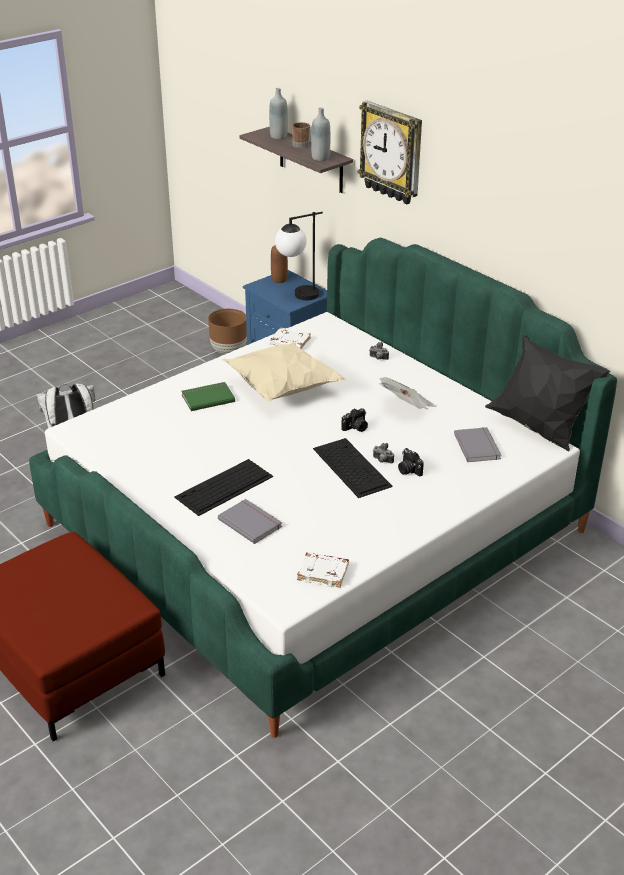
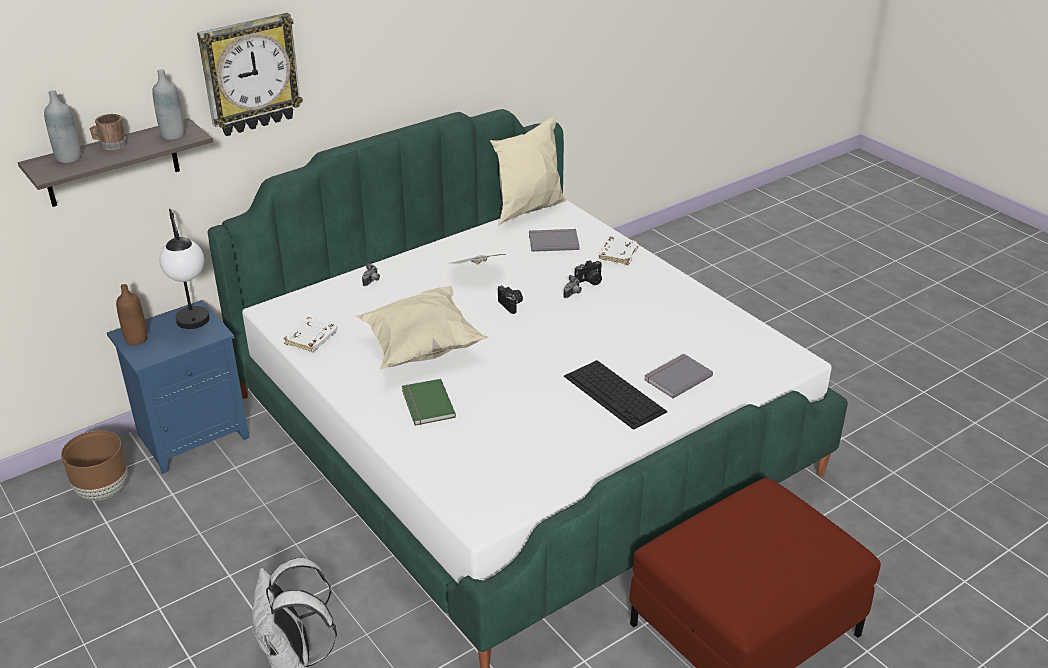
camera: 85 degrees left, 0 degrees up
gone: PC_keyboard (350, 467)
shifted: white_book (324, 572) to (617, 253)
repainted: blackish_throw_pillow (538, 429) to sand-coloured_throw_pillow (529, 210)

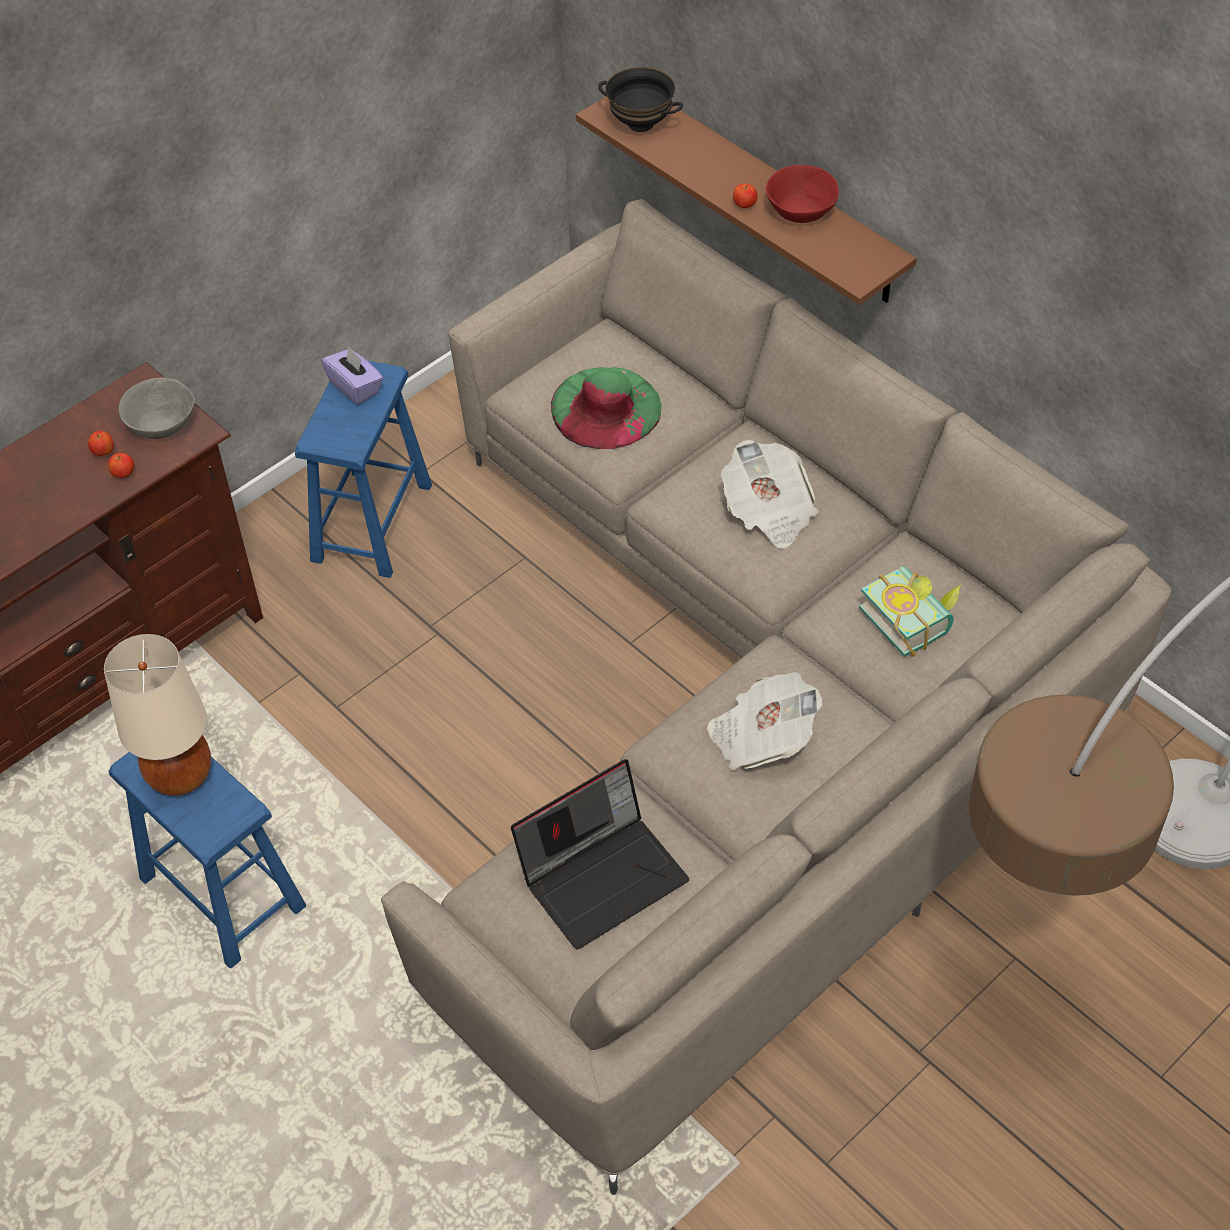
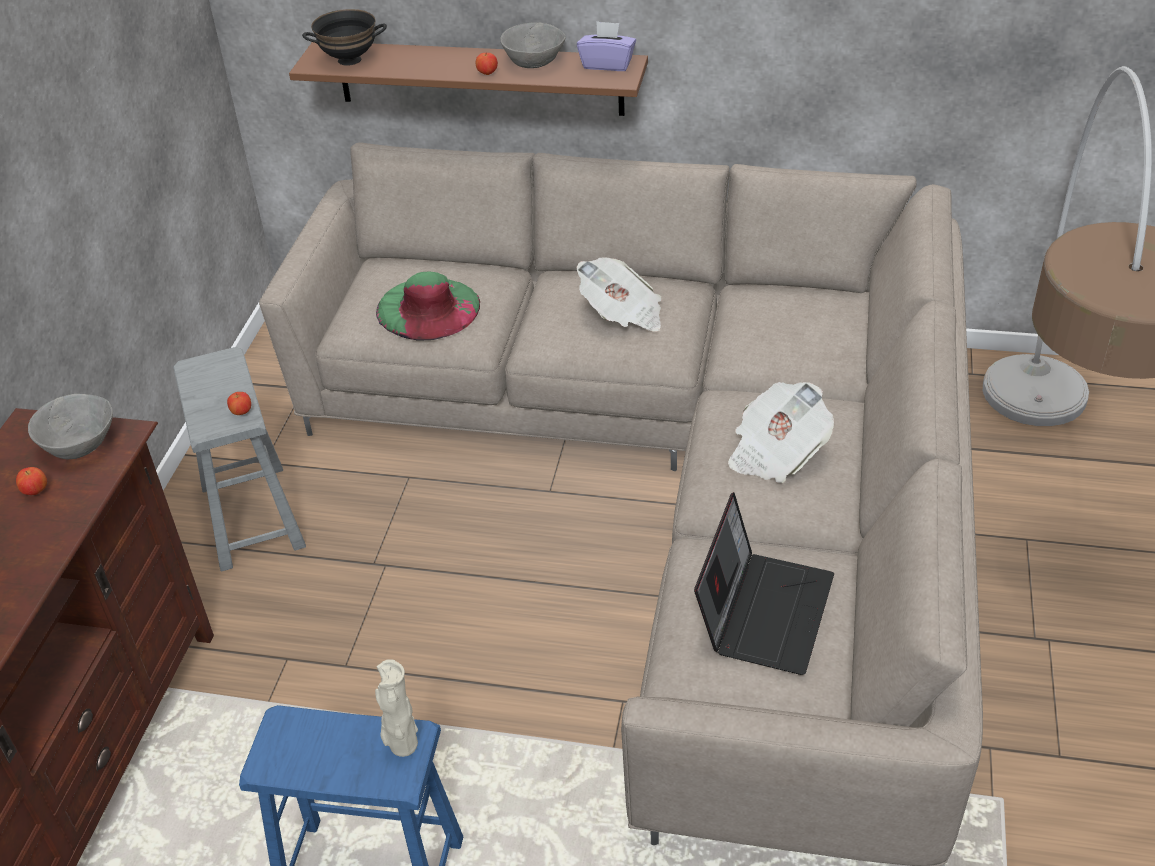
camera: 35 degrees left, 10 degrees down
gone: book (911, 619); sand-coloured_tabletop_lamp (180, 776)
new: sand-coloured_flower_vase (402, 746)
shifted: purple-coloured_tissue_holder (355, 387) to (607, 64); whole_apple (123, 474) to (241, 412)
repainted: reddish_deep_dish (799, 212) to greyish_deep_dish (533, 62); blue_stool_seat (371, 523) to greyish_stool_seat (252, 517)

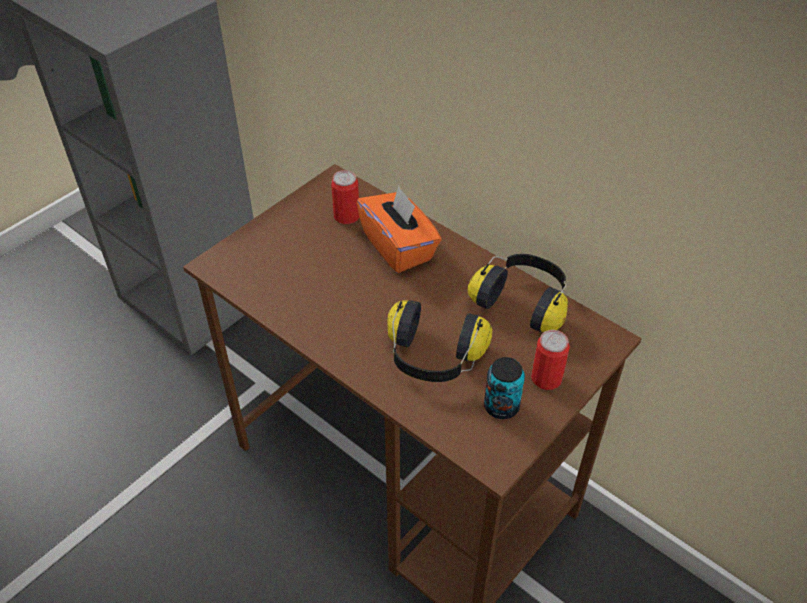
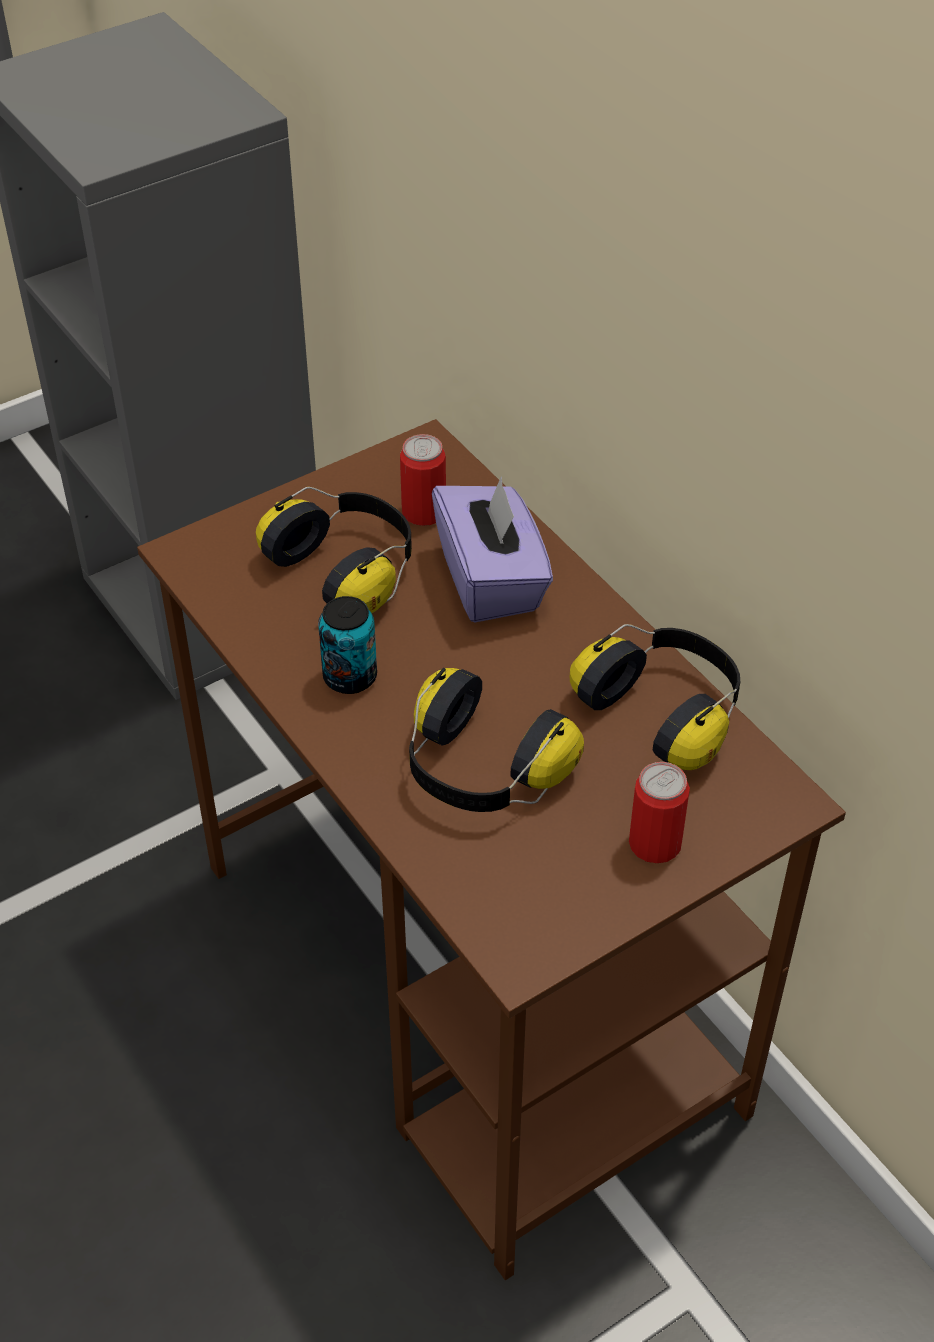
camera: 15 degrees right, 0 degrees up
new: headphones (347, 569)
shifted: can (501, 406) to (350, 677)
repainted: orange_tissue_holder (399, 247) to purple-coloured_tissue_holder (491, 580)

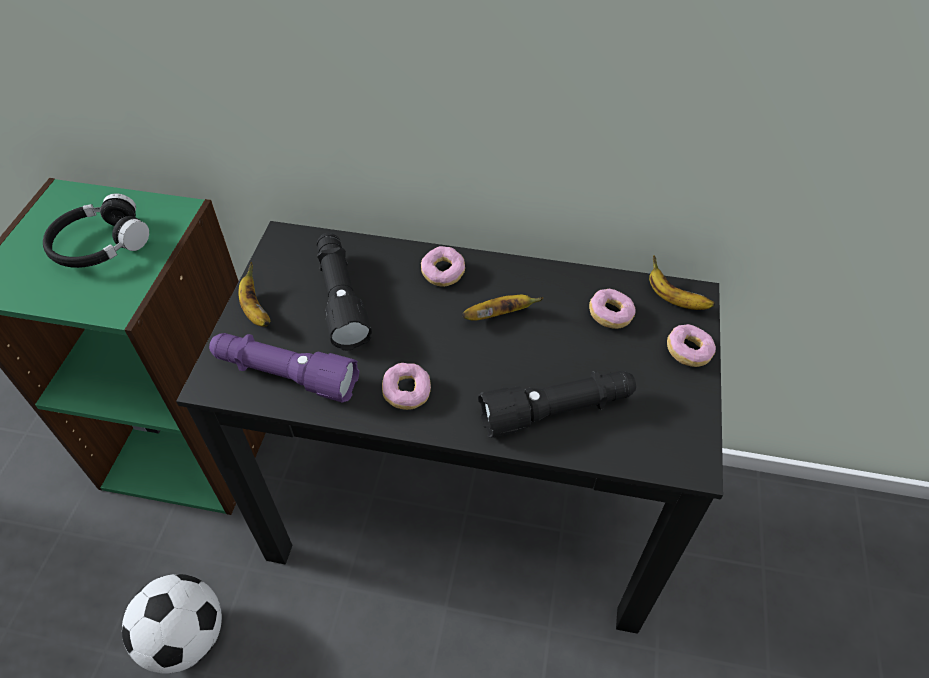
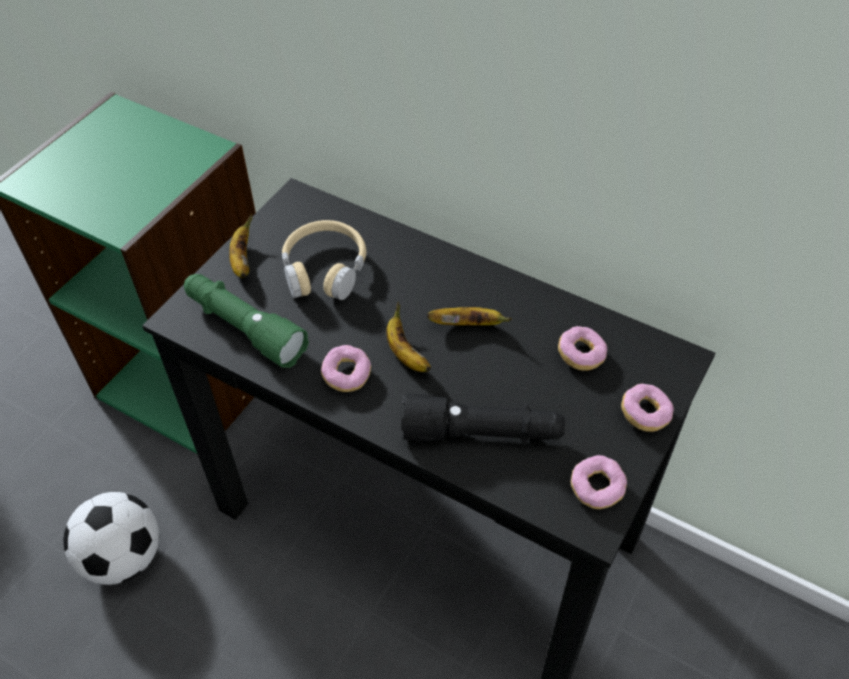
camera: 20 degrees right, 0 degrees up
gone: blackish_headphones (100, 245)
shifted: donut (443, 273) to (596, 488); banana (673, 299) to (405, 353)
swapped: blackish_hand_torch (341, 298) to sand-coloured_headphones (324, 269)
repainted: purple-coloured_hand_torch (285, 375) to green_hand_torch (244, 328)

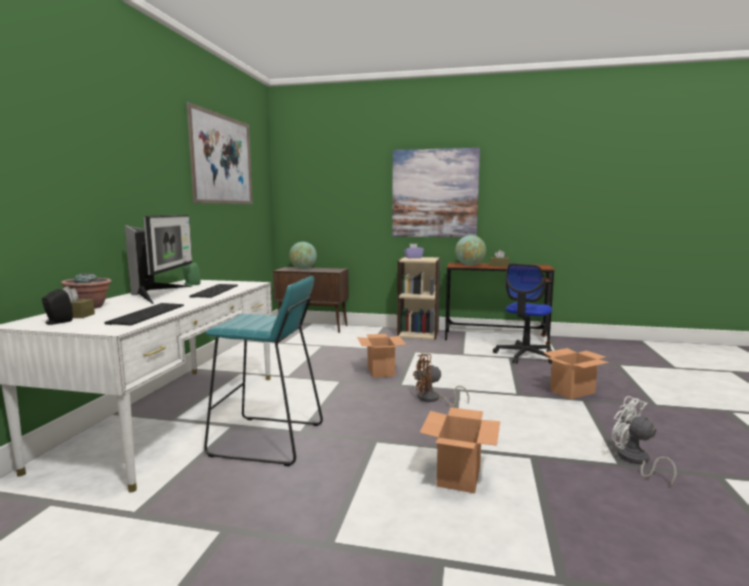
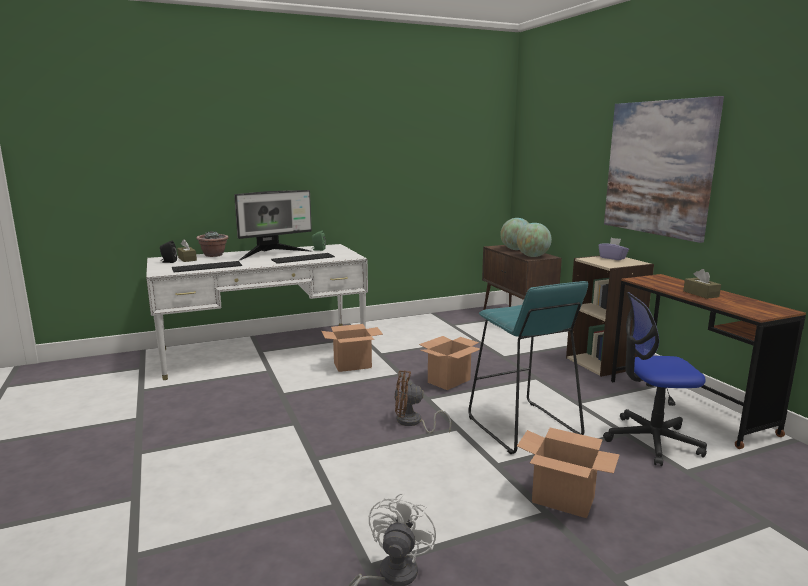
camera: 55 degrees right, 5 degrees up
gone: wall_picture (222, 159)
shifted: desk_globe (470, 265) to (532, 256); turquoise-coloured_stool_seat (268, 440) to (522, 427); packing_box (459, 475) to (353, 365)
rotated: brownish_fan (432, 399) = (413, 423) 45 degrees counterclockwise

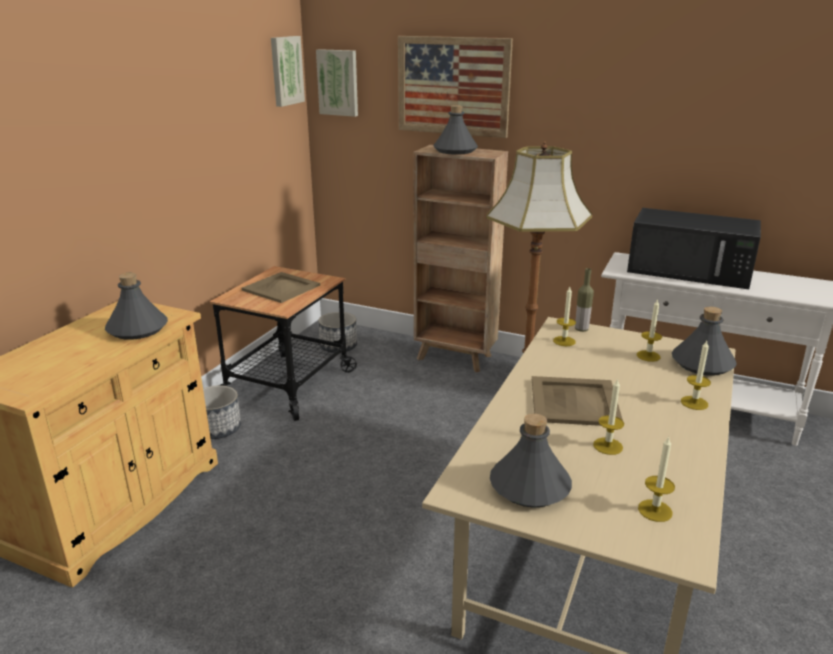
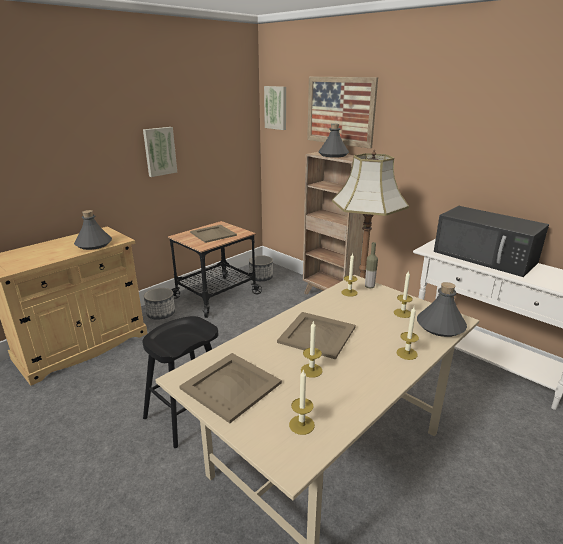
camera: 20 degrees right, 0 degrees up
new: blackish_stool_seat (187, 414)
shifted: wall_picture (285, 70) to (159, 151)
swapped: greyish_bottle (529, 486) to sand-coloured_tray (231, 385)

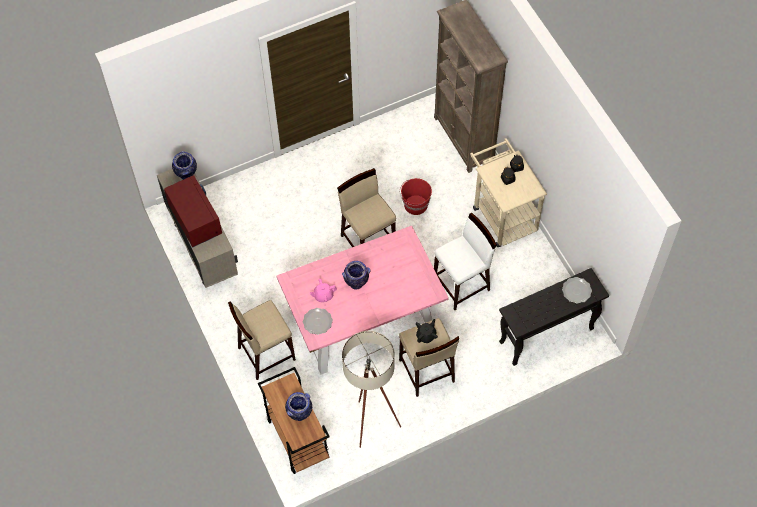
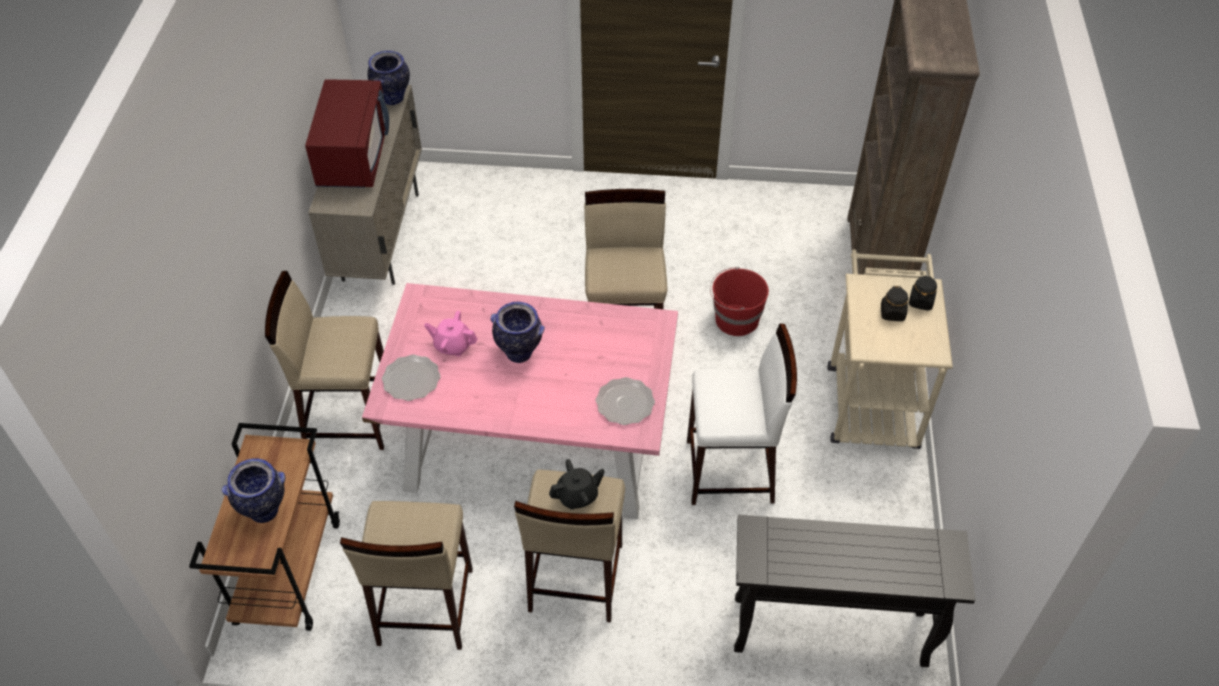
camera: 30 degrees right, 10 degrees down
shifted: flat_dish (576, 291) to (624, 403)
swapped: sand-coloured_standing_lamp (370, 420) to sand-coloured_stool_seat (424, 607)

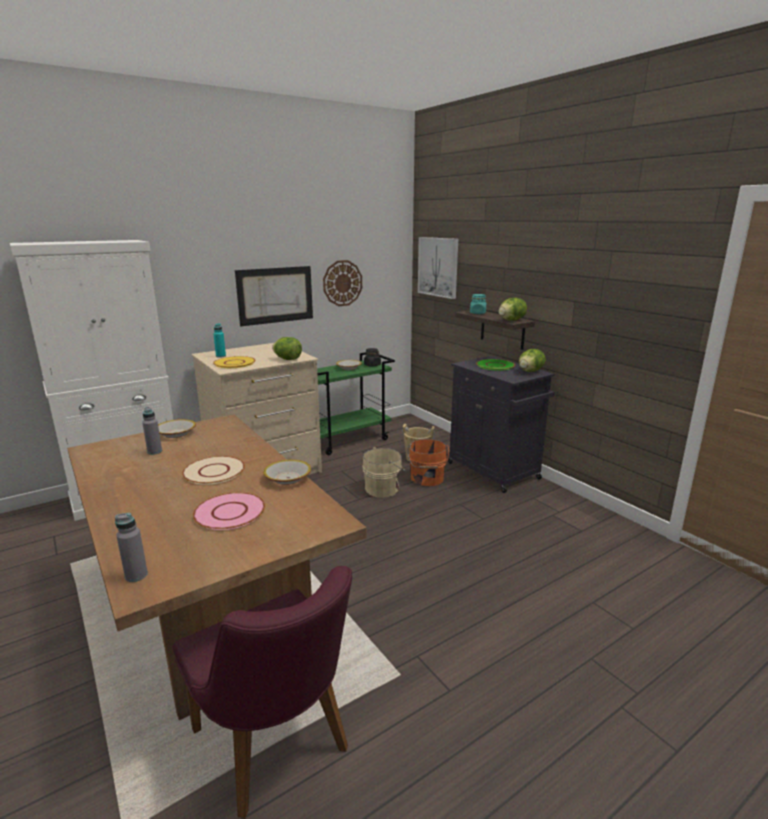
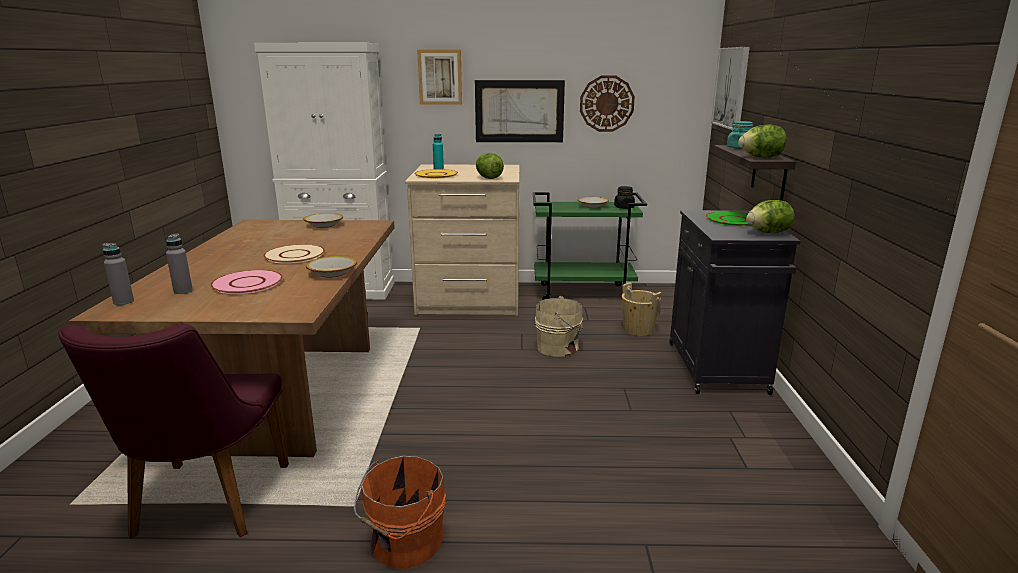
camera: 35 degrees right, 0 degrees up
new: wall_picture (440, 77)
shifted: greyish_bottle (154, 452) to (183, 291); orange_water_bucket (427, 479) to (404, 543)

